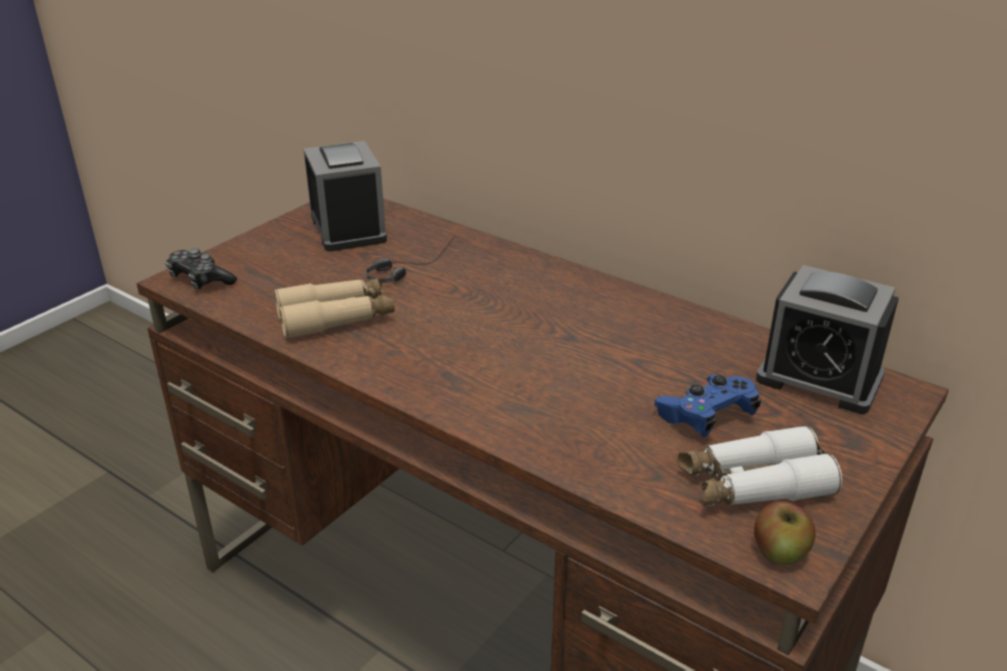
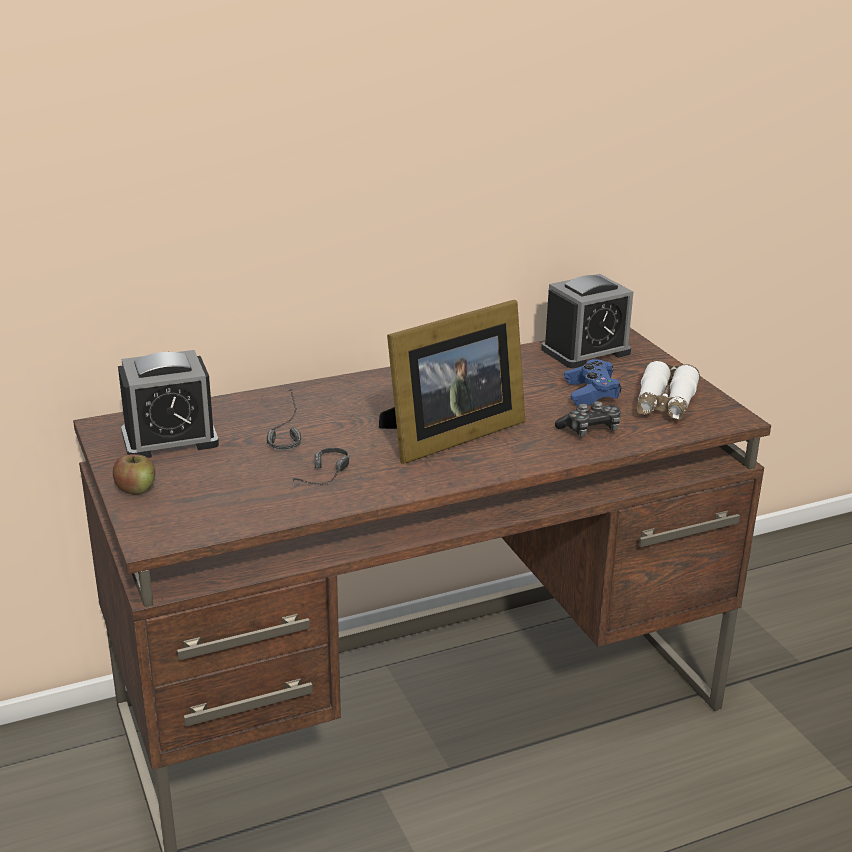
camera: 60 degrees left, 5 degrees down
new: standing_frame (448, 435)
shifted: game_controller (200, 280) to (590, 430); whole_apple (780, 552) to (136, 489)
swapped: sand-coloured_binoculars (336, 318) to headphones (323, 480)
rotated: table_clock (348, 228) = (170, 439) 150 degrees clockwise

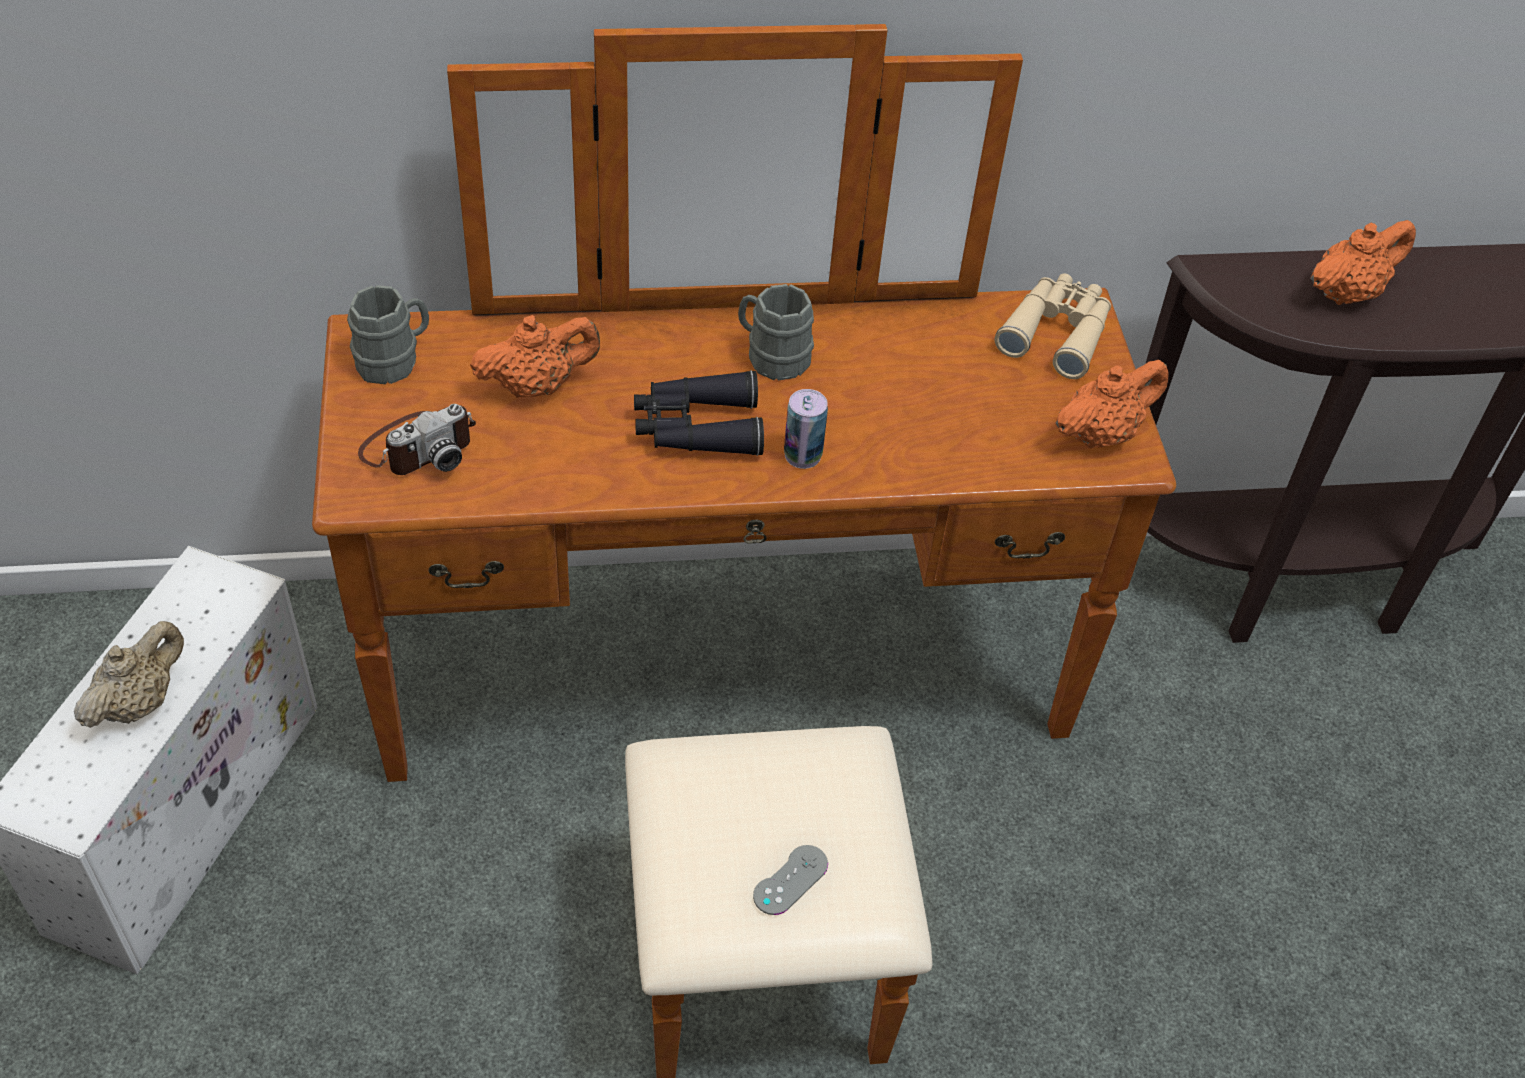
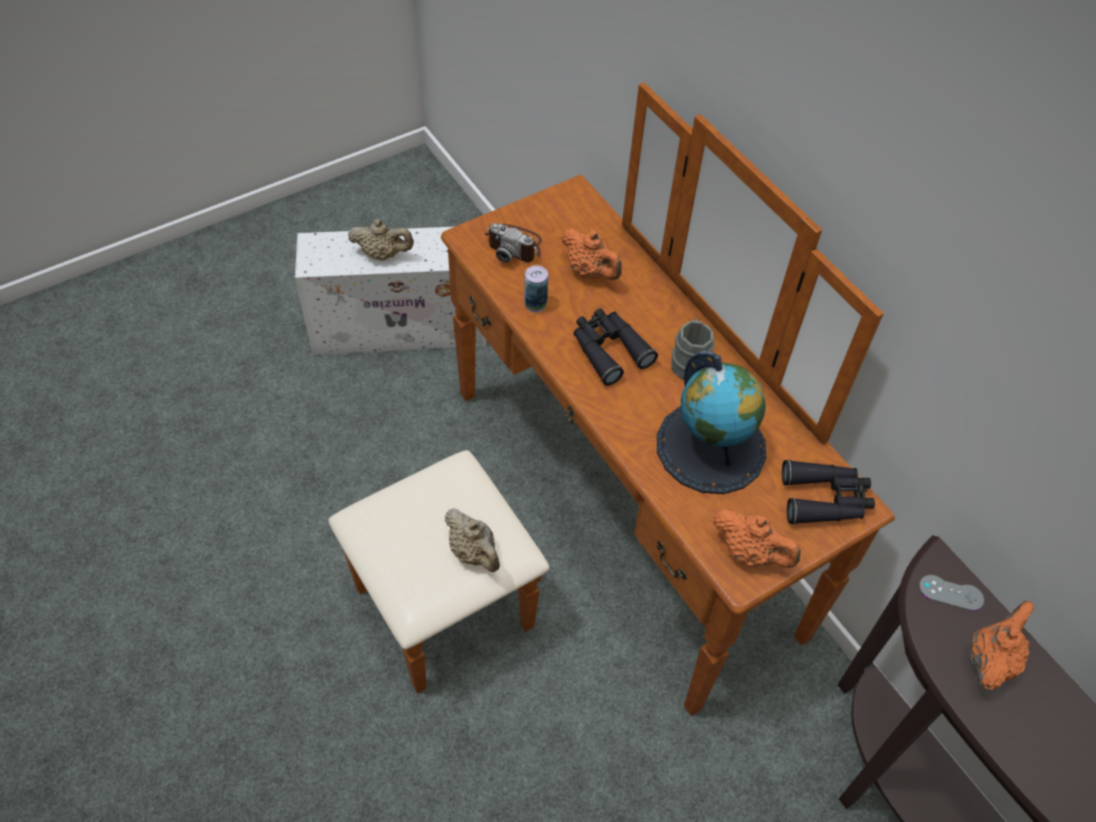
camera: 65 degrees right, 5 degrees up
gone: greyish_coffee_mug (394, 360)
new: desk_globe (711, 446); sand-coloured_pot_for_tea (474, 552)
shifted: can (802, 455) to (535, 304); greyish_game_controller (790, 880) to (951, 593)
repainted: sand-coloured_binoculars (1057, 333) to blackish_binoculars (825, 499)
rotated: orange_pot_for_tea (1347, 293) = (990, 659) 90 degrees counterclockwise

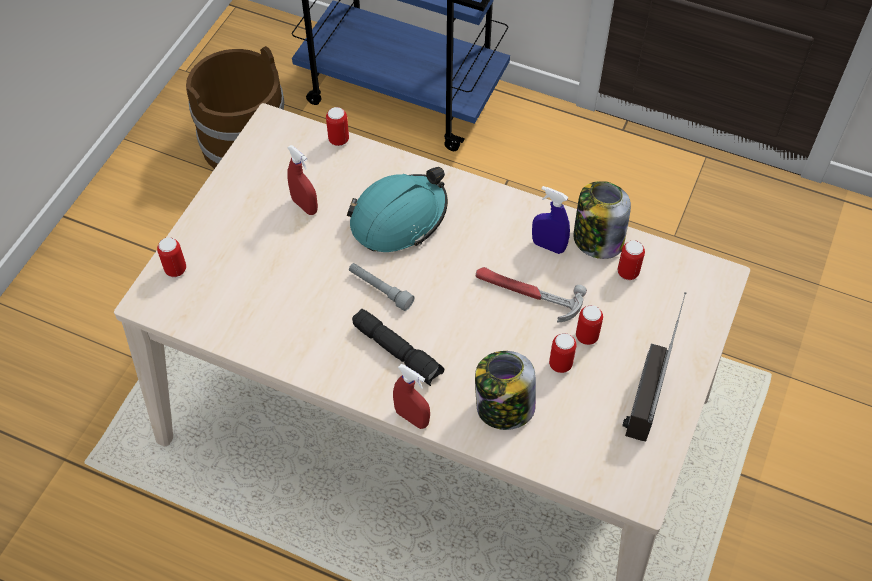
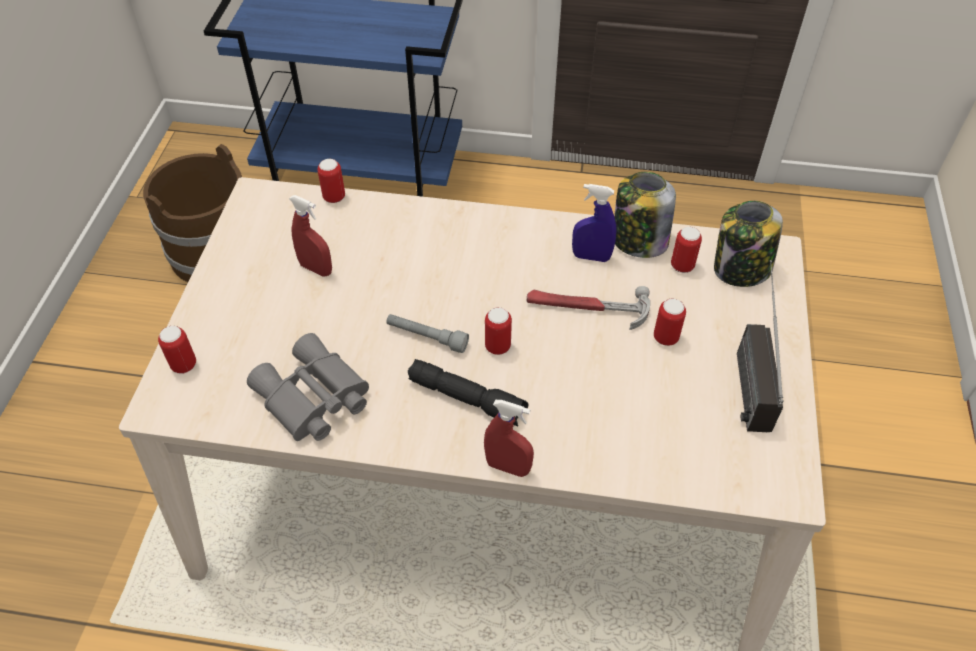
camera: 15 degrees left, 5 degrees down
gone: turquoise-coloured_safety_helmet (399, 218)
new: greyish_binoculars (312, 399)
shifted: can (560, 364) to (497, 346); preserve_jar (503, 408) to (740, 269)

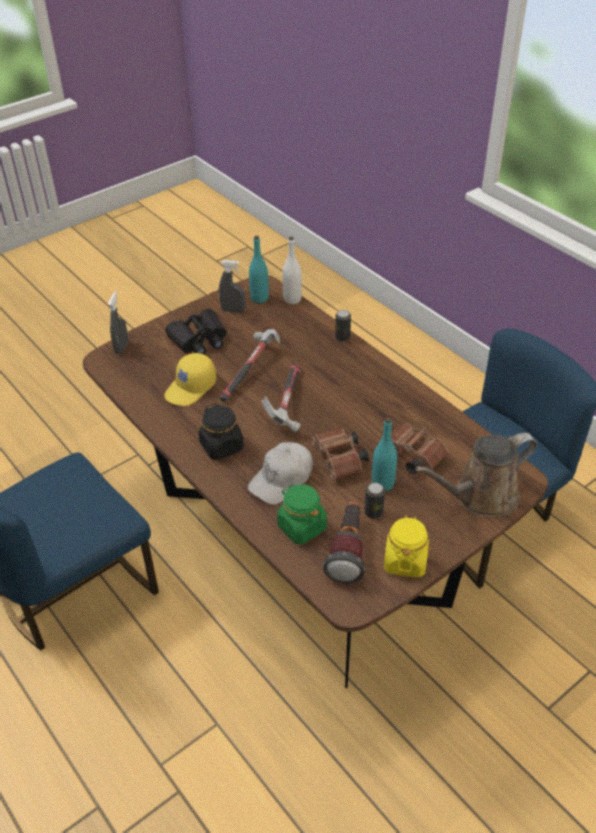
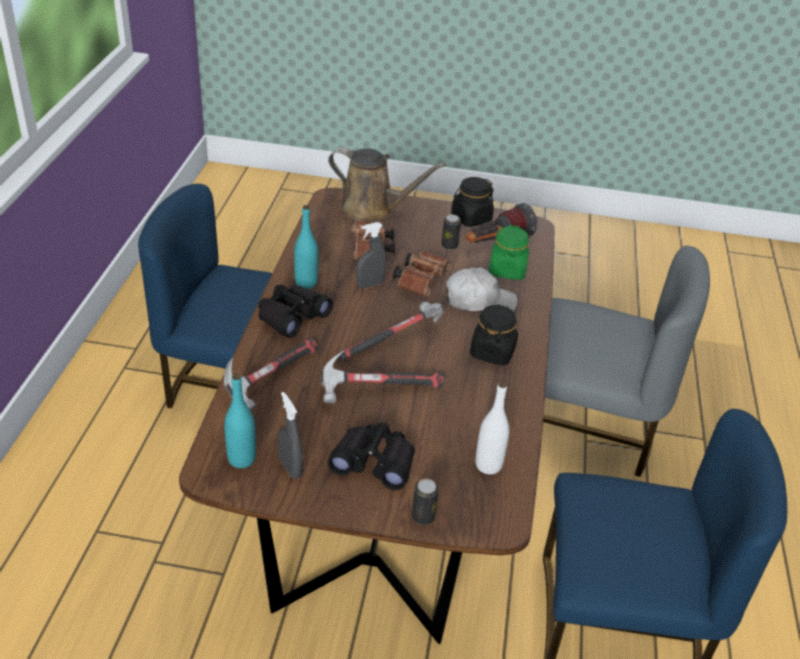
camera: 135 degrees left, 5 degrees down
gone: yellowish_baseball_cap (191, 388)
new: greyish_plain_chair (585, 432); blackish_binoculars (292, 316); hand_hammer (271, 380)
shifted: white_bottle (292, 299) to (488, 465); greyish_spray_bottle (121, 347) to (370, 284); can (342, 337) to (423, 517); turquoise-coloured_bottle (382, 484) to (306, 283)
repainted: yellowish_preserve_jar (405, 561) to blackish_preserve_jar (471, 218)

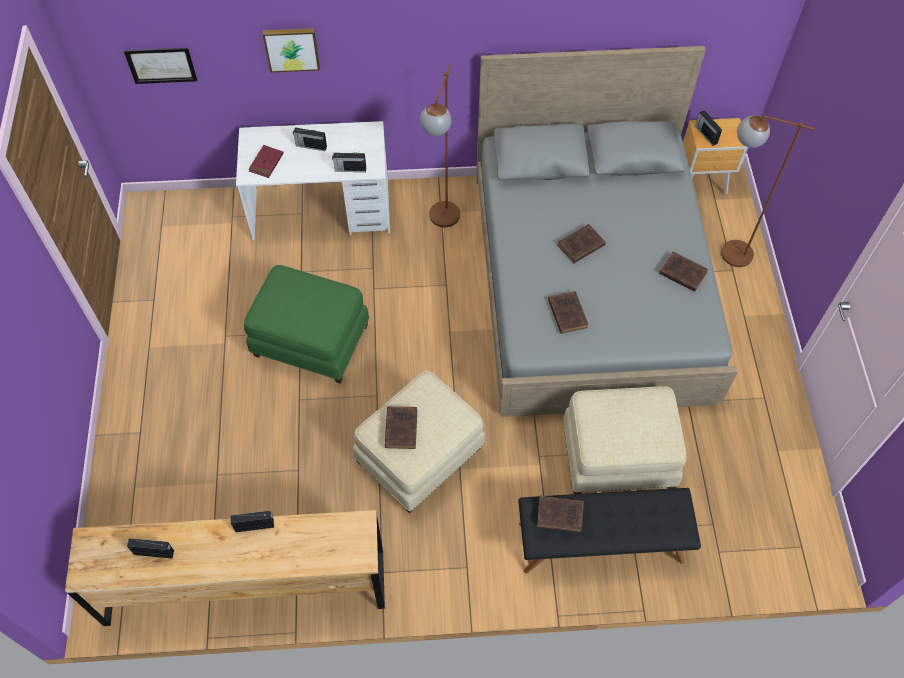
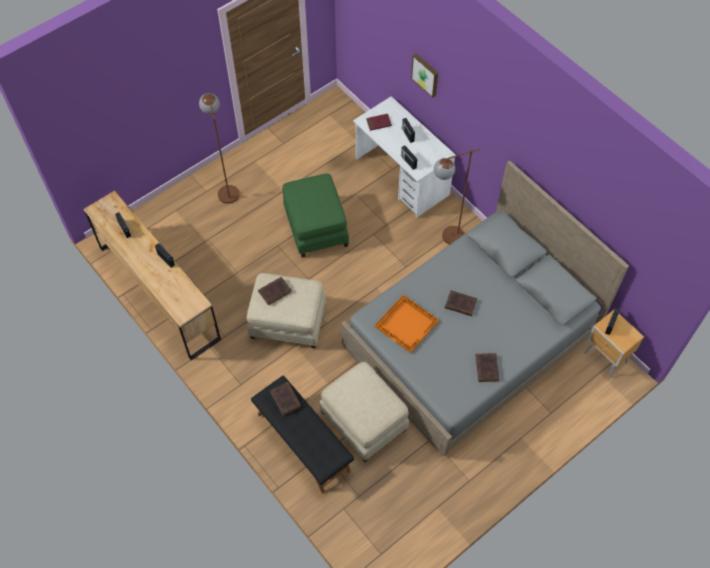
camera: 55 degrees right, 0 degrees up
gone: wall_picture (161, 65)
shifted: brownish_standing_lamp (725, 251) to (226, 188)
swapped: brownish_book (567, 313) to orange_tray (407, 324)

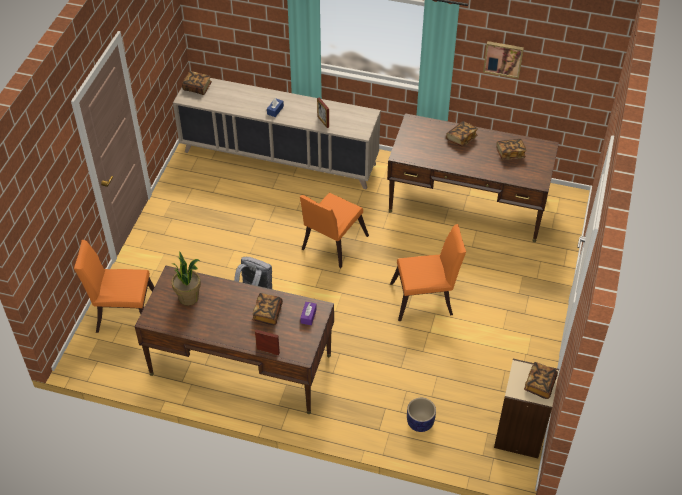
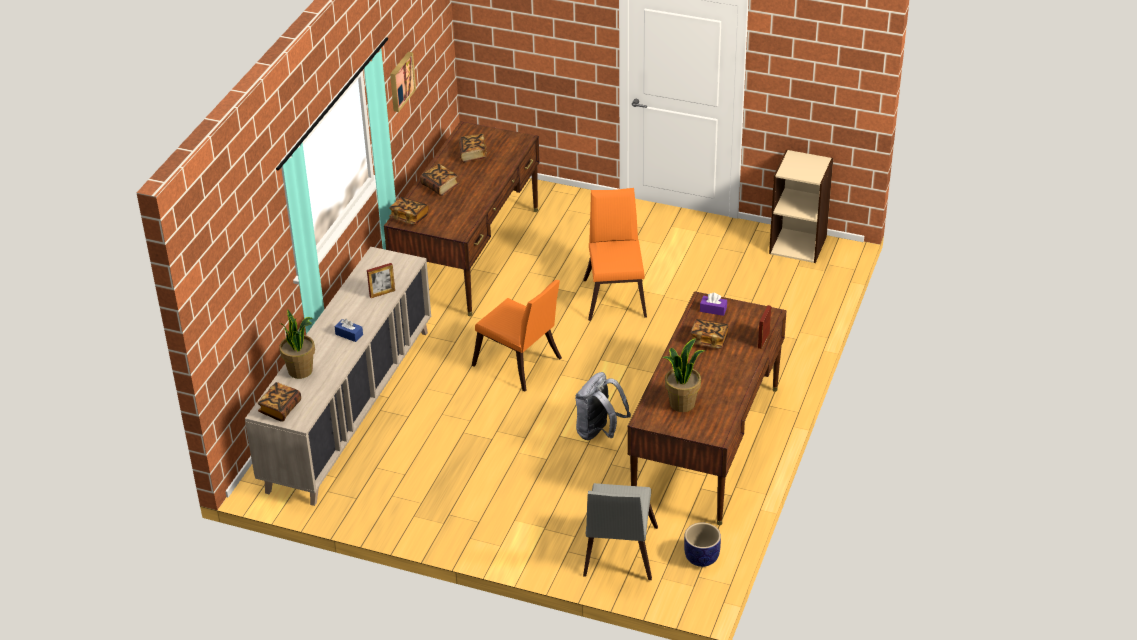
camera: 85 degrees left, 10 degrees down
new: plant_in_a_pot (301, 370)
shifted: book (539, 385) to (409, 217); plant_pot (420, 423) to (702, 558)
repainted: orange_plain_chair (123, 313) to greyish_plain_chair (618, 555)

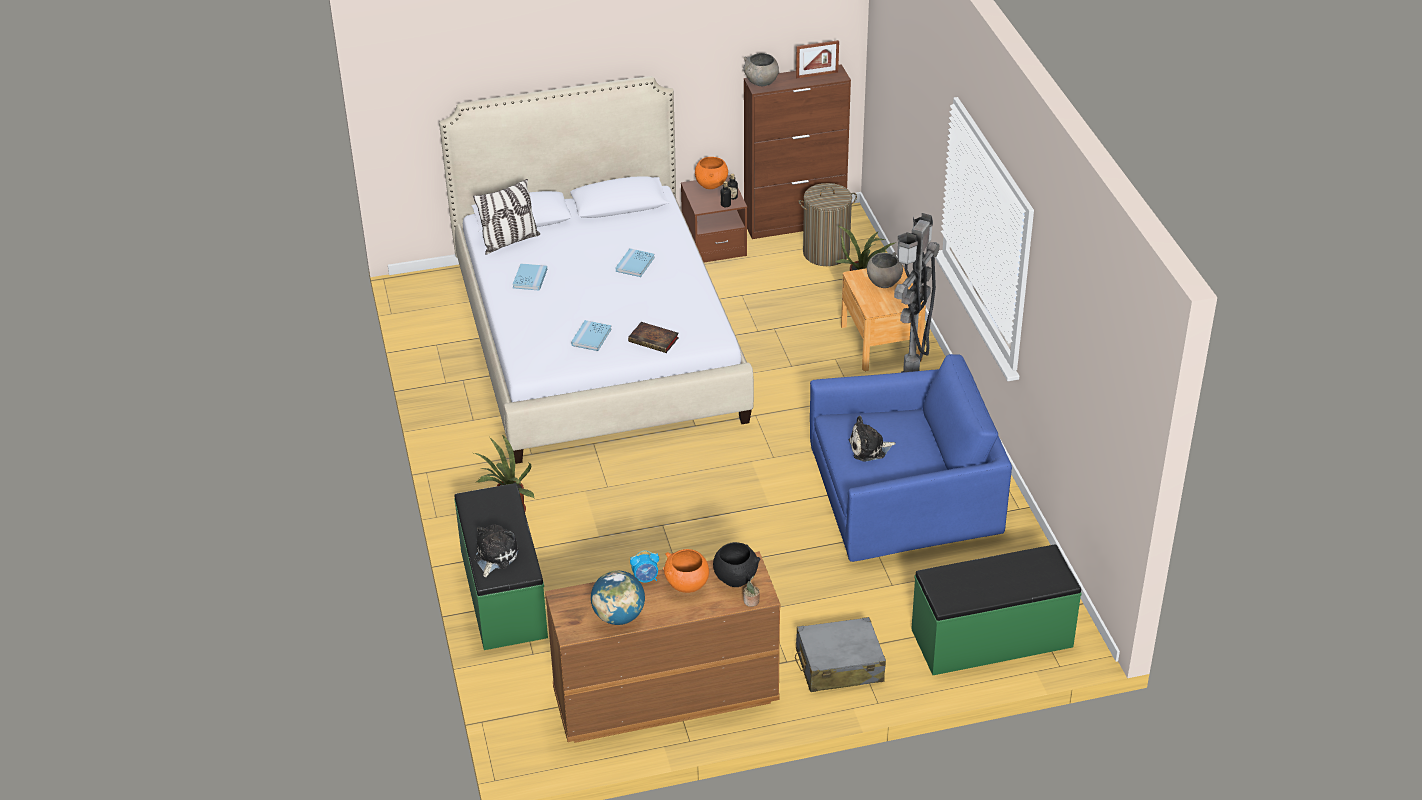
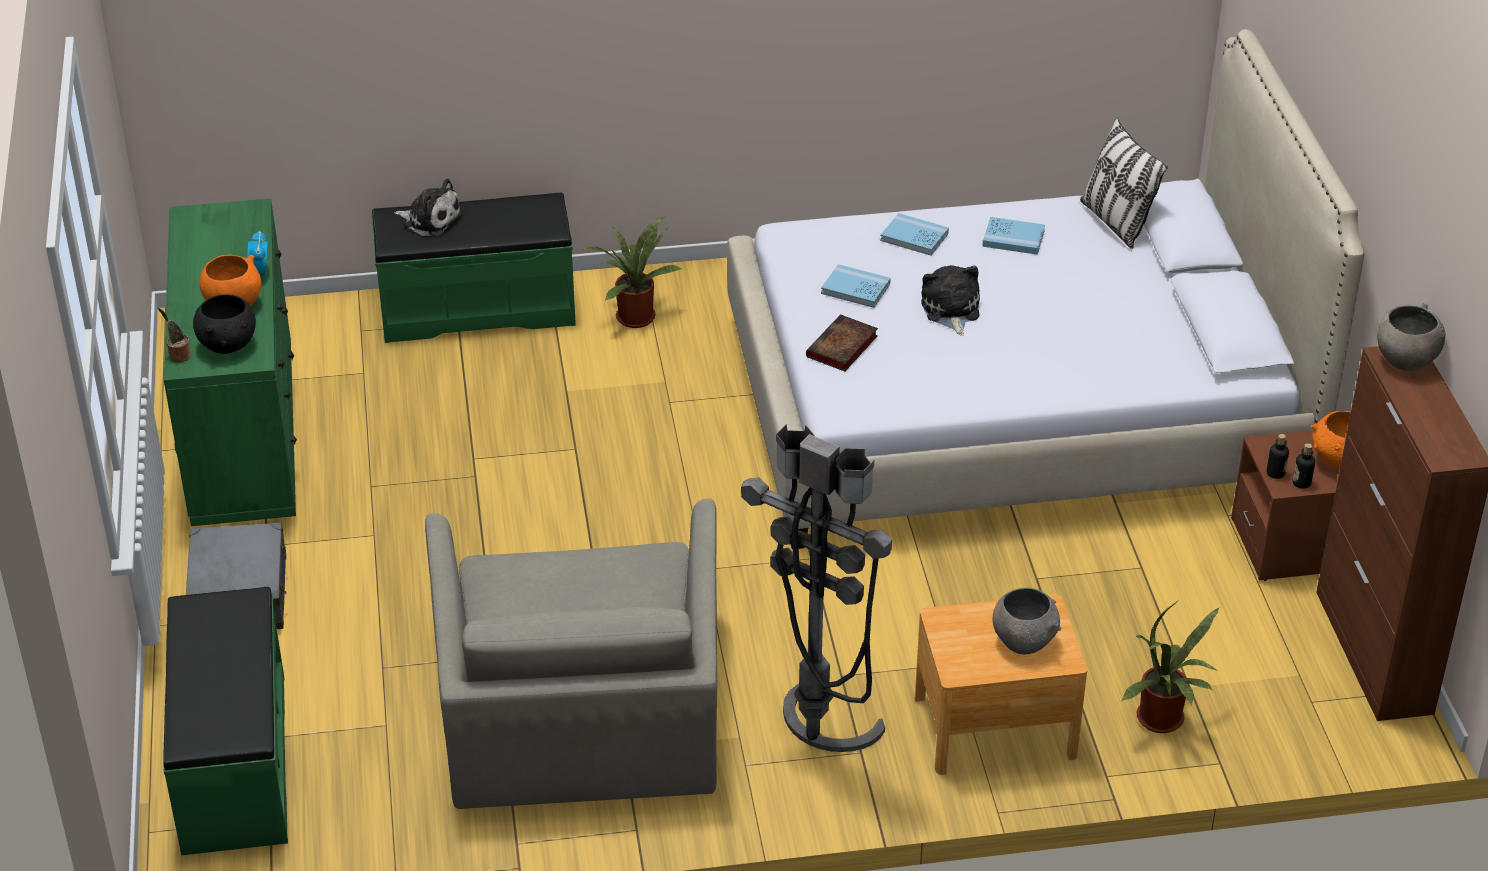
camera: 95 degrees right, 0 degrees up
gone: standing_frame (817, 75); laundry_basket (826, 253); desk_globe (619, 616)
shifted: blue_book (635, 264) to (914, 237); cuddly_toy (869, 448) to (950, 310)
repainted: blue_lounge_chair (904, 496) to greyish_lounge_chair (580, 706); brownish_drawer_chest (664, 697) to green_drawer_chest (244, 433)

